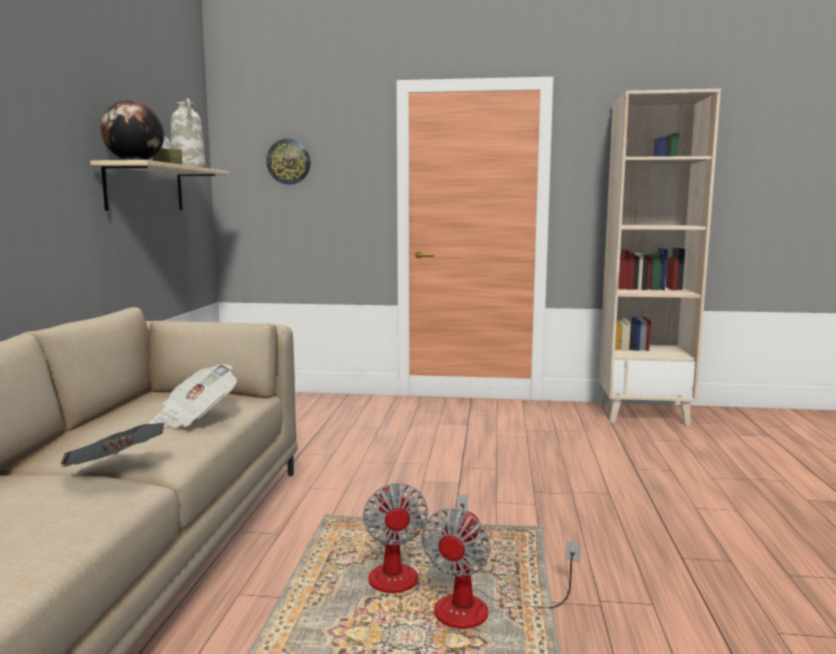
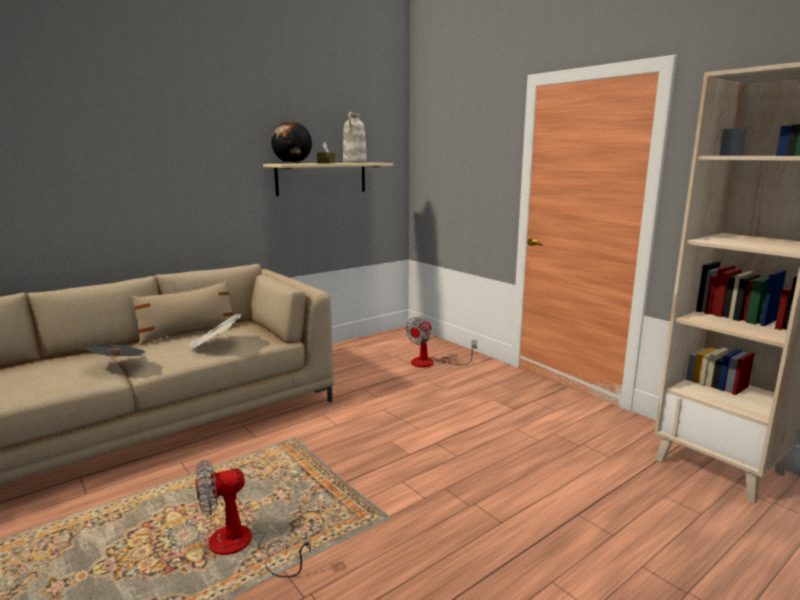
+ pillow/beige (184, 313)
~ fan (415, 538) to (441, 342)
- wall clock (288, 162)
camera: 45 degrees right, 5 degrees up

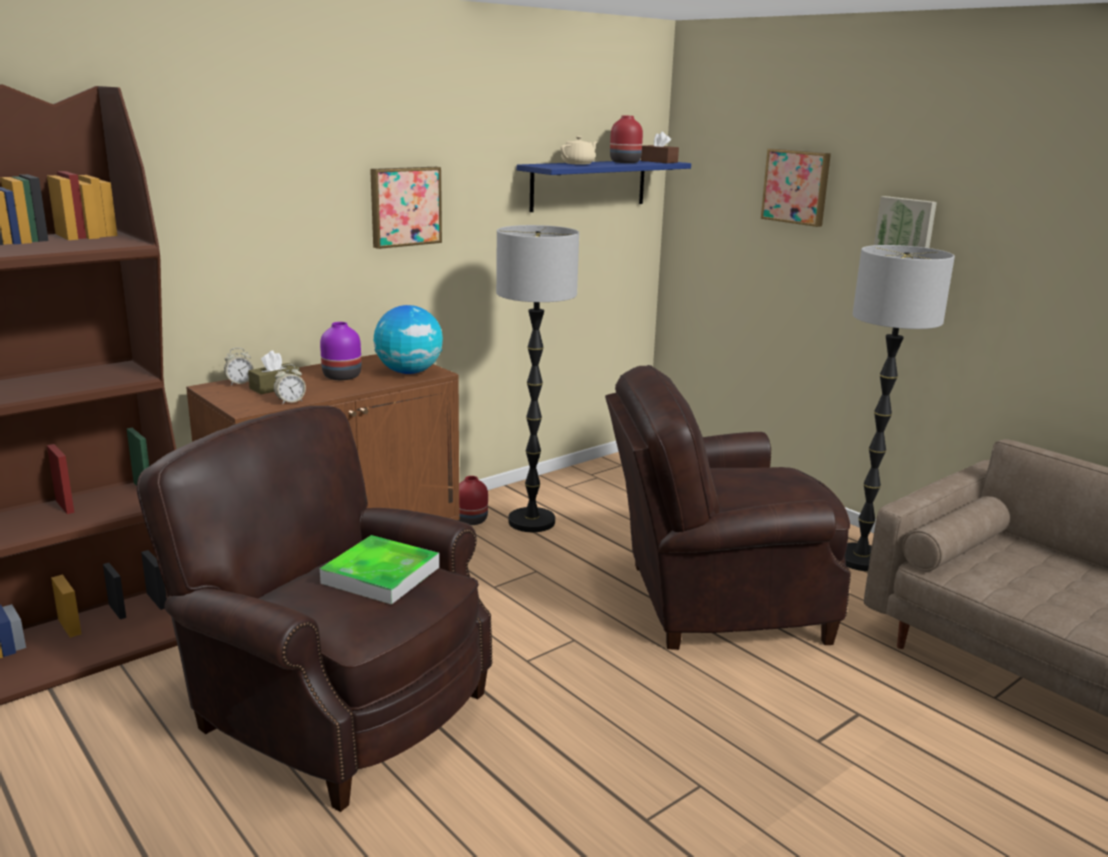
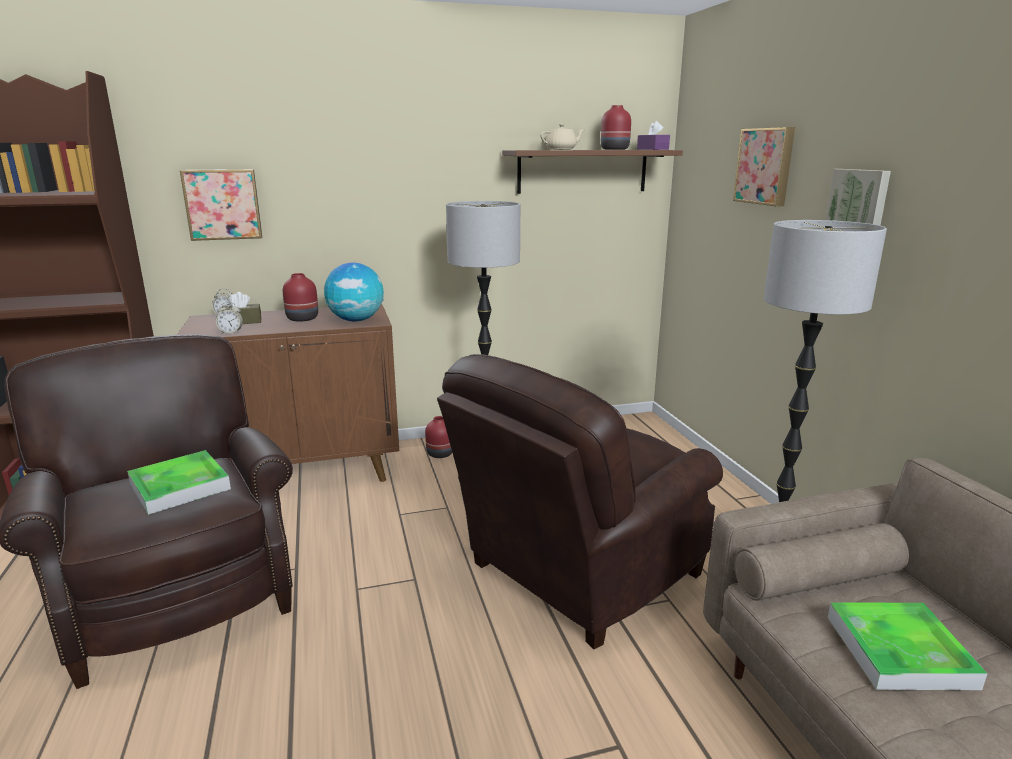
~ picture (406, 208) to (221, 205)
~ vase/purple (340, 351) to vase/red (300, 297)
~ armchair/brown (728, 507) = (580, 501) 60 degrees counterclockwise
~ shelf/blue (604, 186) to shelf/brown (592, 172)
~ tissue box/brown (660, 147) to tissue box/purple (653, 135)
+ tray (908, 646)
camera: 25 degrees right, 0 degrees up

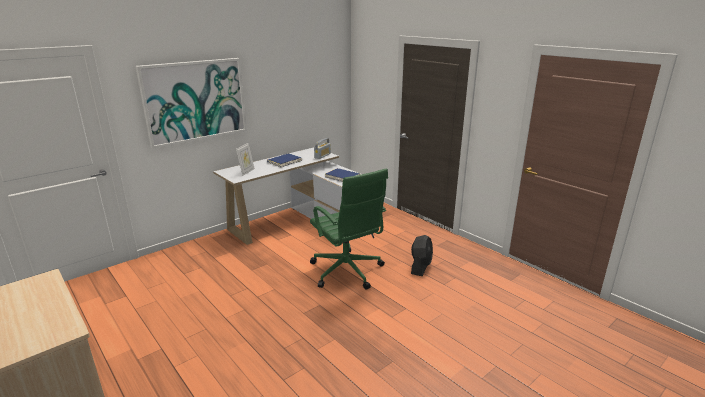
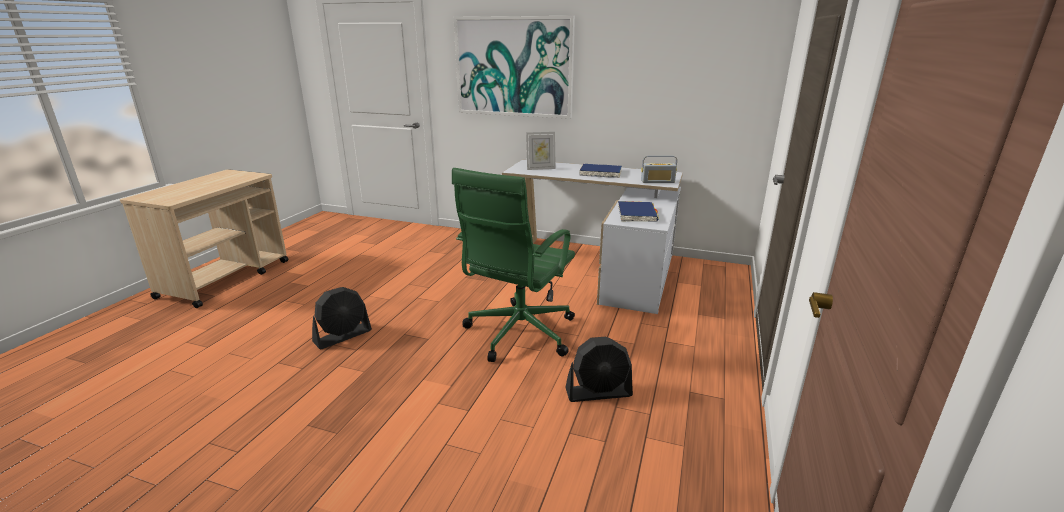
+ fan/black (342, 318)
camera: 60 degrees right, 0 degrees up

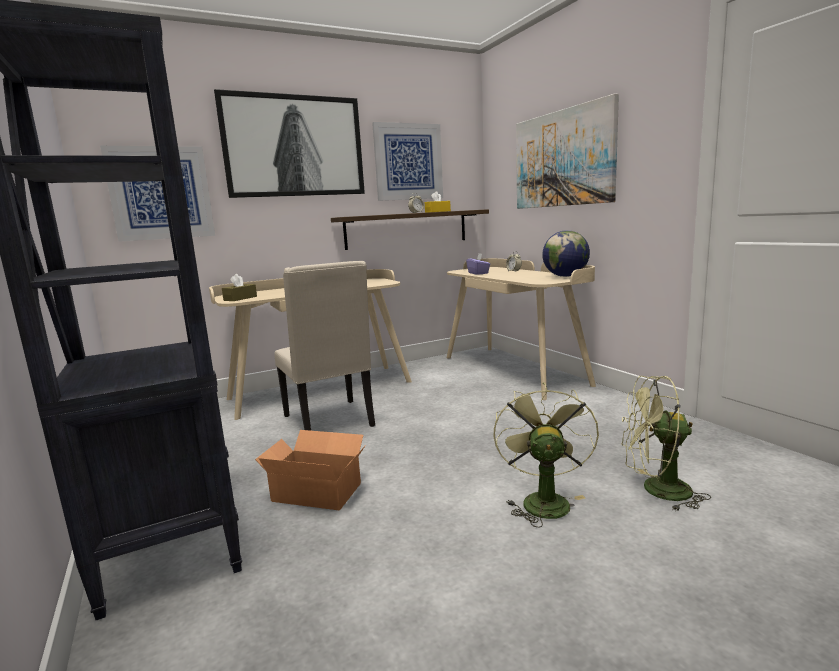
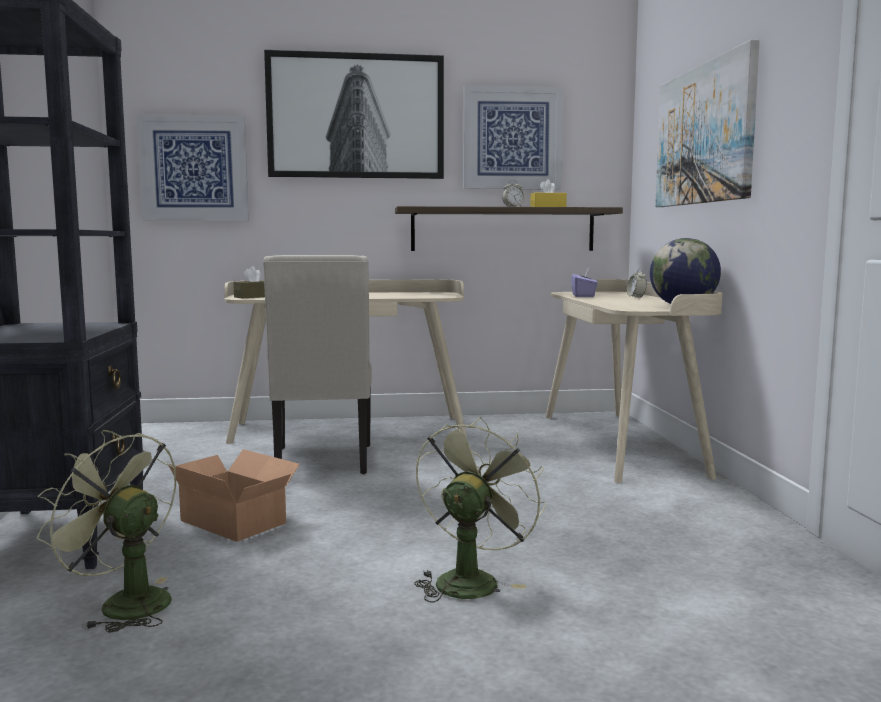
~ fan/green (666, 444) to (106, 531)
camera: 20 degrees right, 5 degrees down

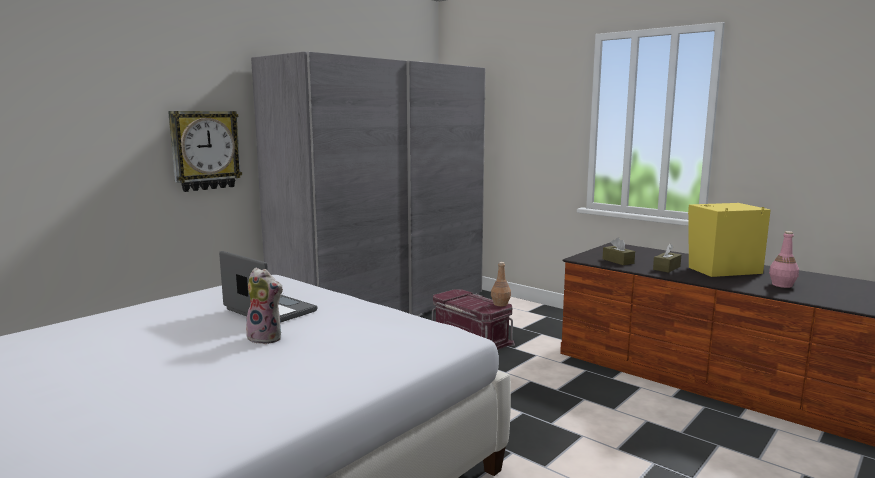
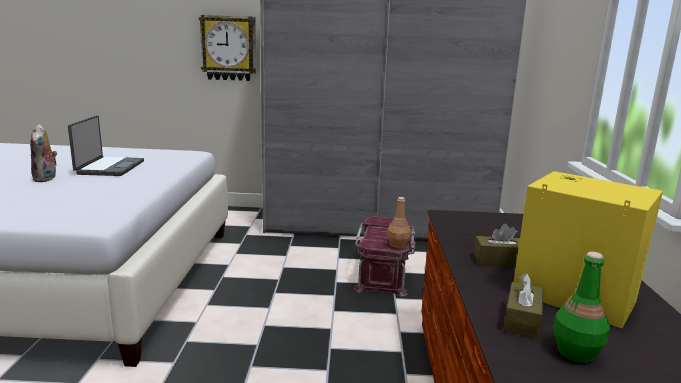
~ tissue box/brown (619, 251) to (524, 306)
~ bottle/pink (784, 259) to bottle/green (581, 307)
camera: 50 degrees right, 5 degrees up

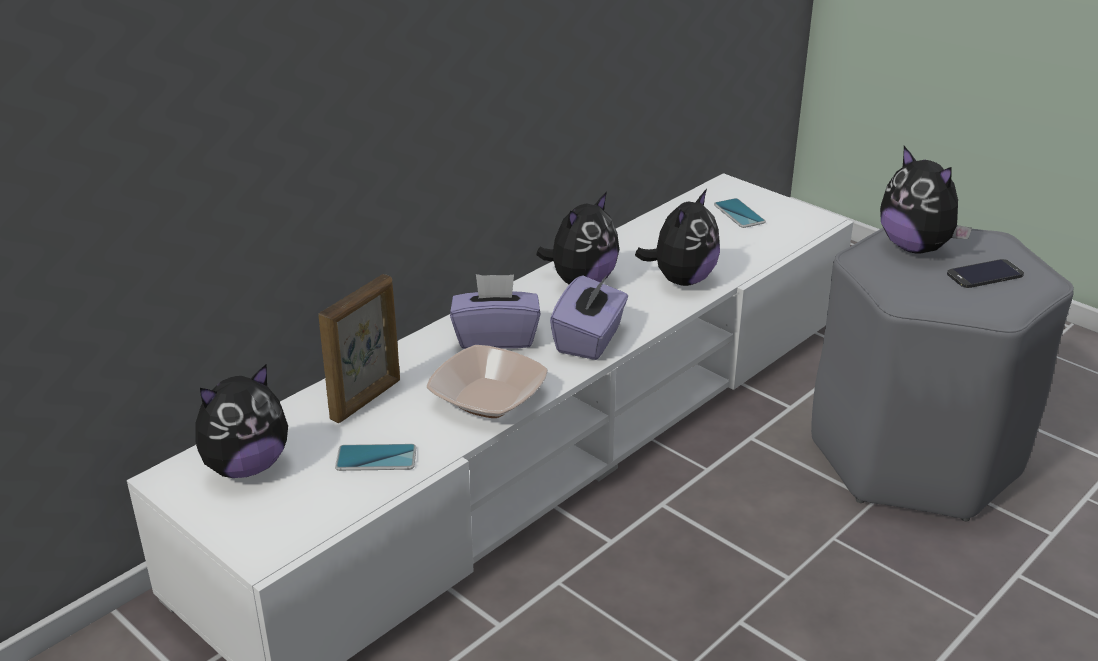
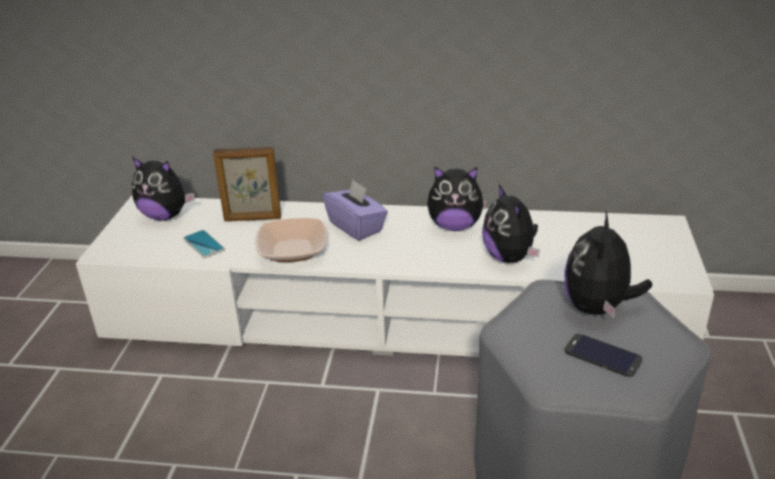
~ plush toy (677, 237) = (511, 223) 75 degrees clockwise
- tissue box/purple (589, 317)
- phone (740, 213)
camera: 55 degrees right, 0 degrees up

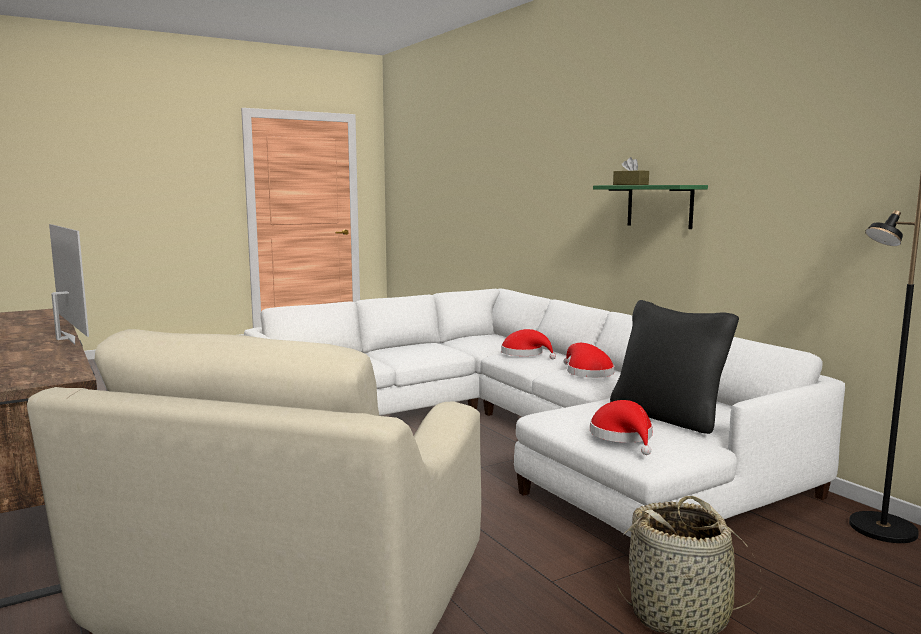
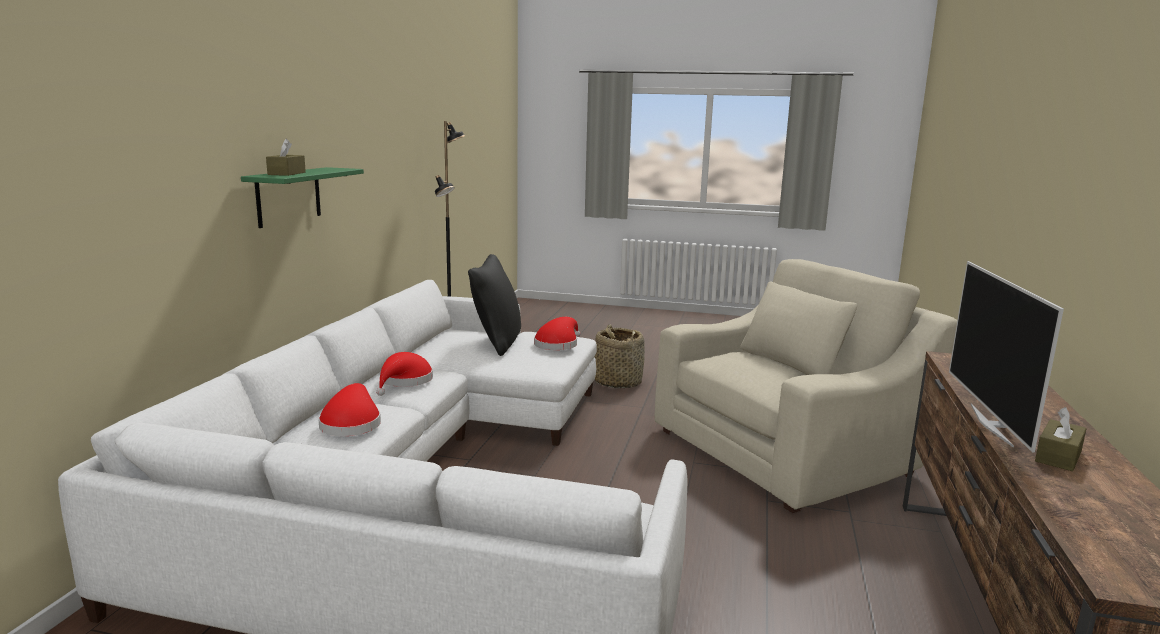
+ tissue box/brown (1061, 439)
camera: 135 degrees left, 5 degrees up

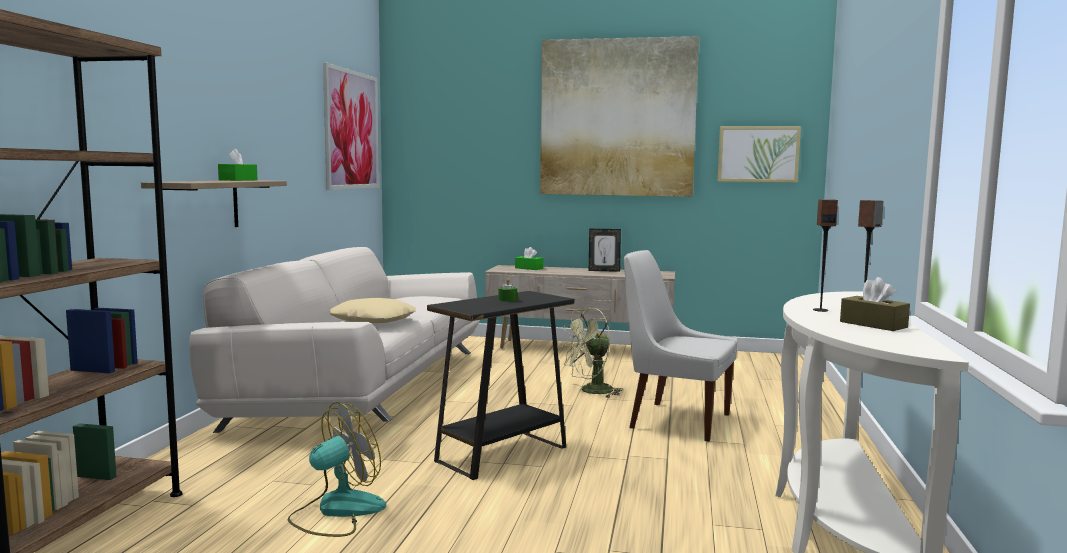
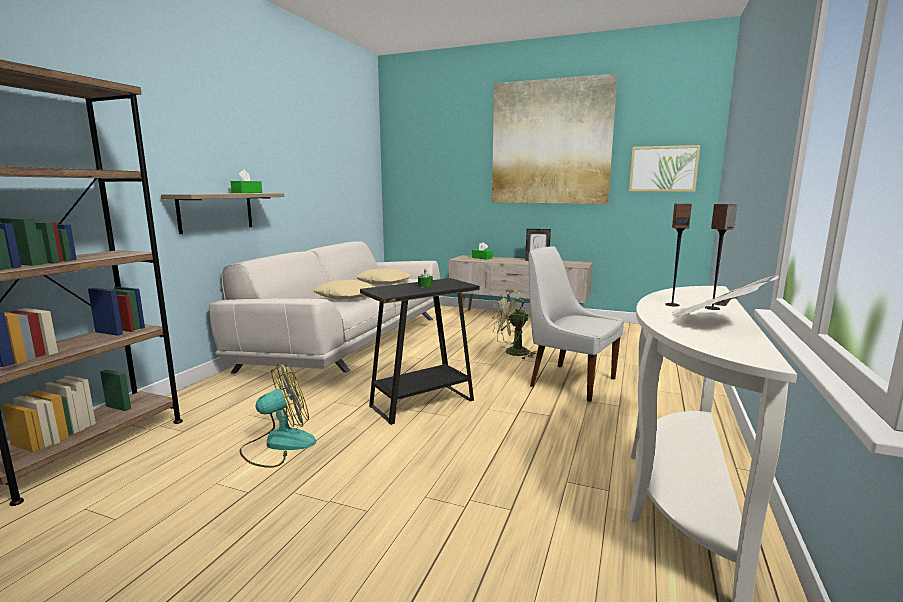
+ pillow/beige (384, 276)
~ tissue box/brown (875, 304) to newspaper (725, 296)
- picture (351, 126)
camera: 10 degrees right, 5 degrees up

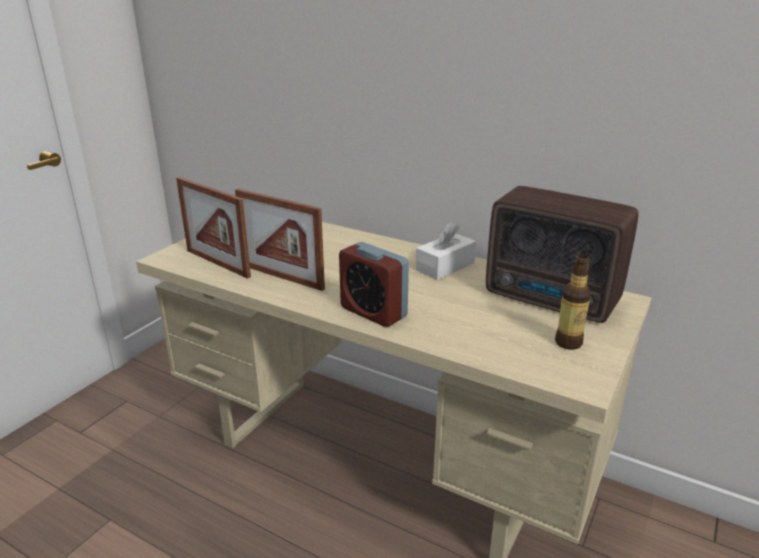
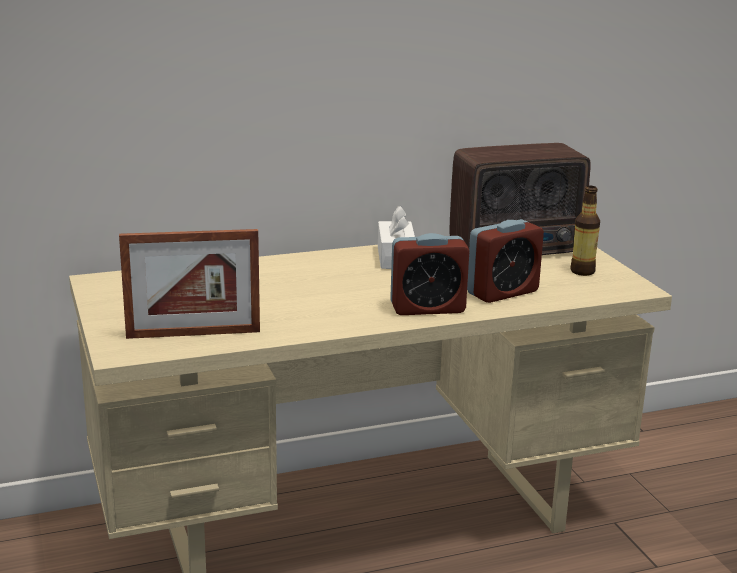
+ alarm clock (505, 261)
- picture frame (280, 240)
camera: 50 degrees left, 5 degrees down

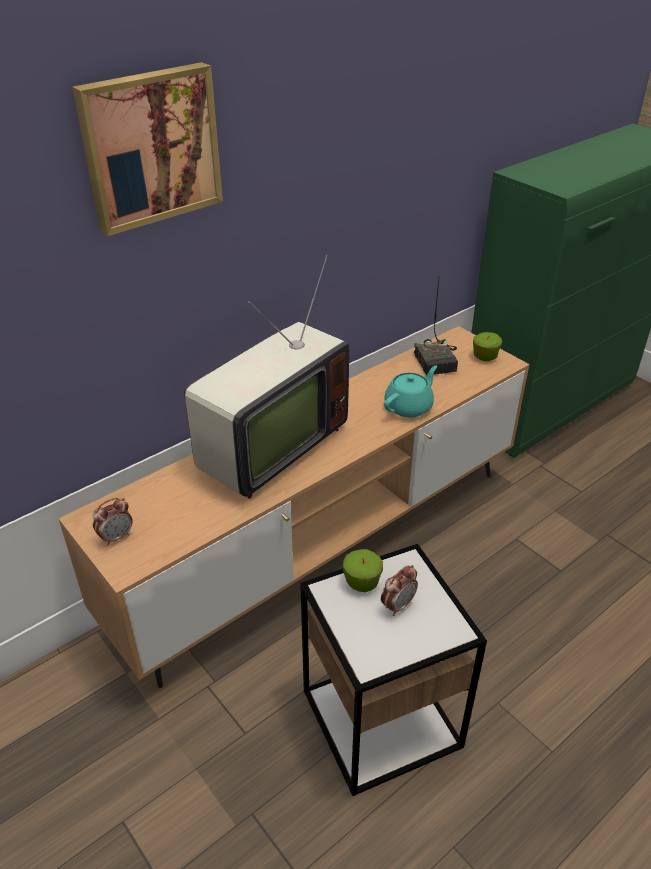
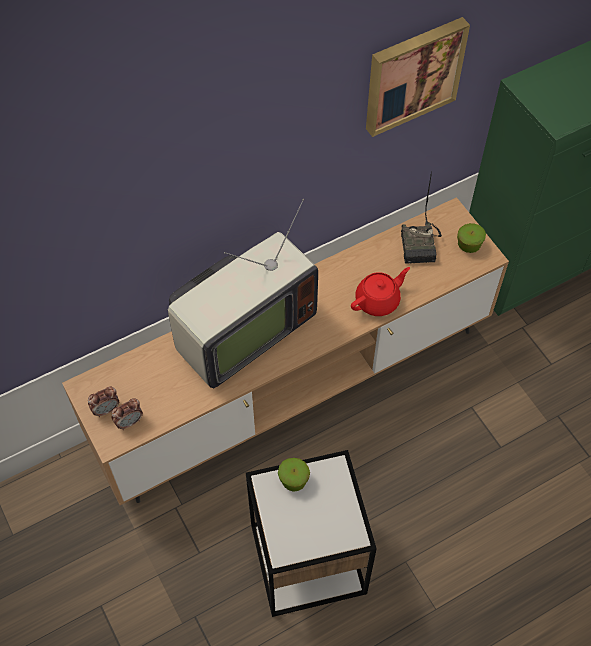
~ alarm clock (399, 590) to (127, 414)
~ teapot/turquoise (411, 391) to teapot/red (380, 291)
~ picture (147, 149) to (418, 77)
camera: 10 degrees right, 20 degrees up

